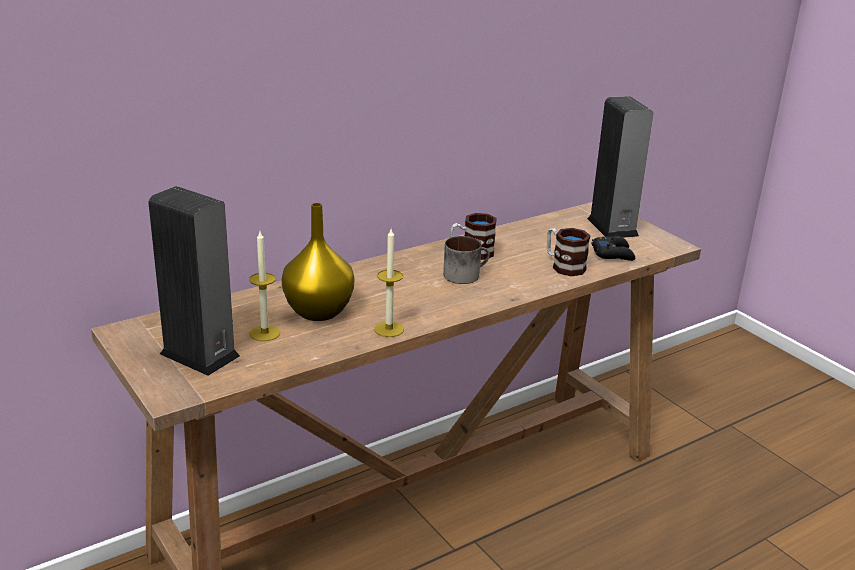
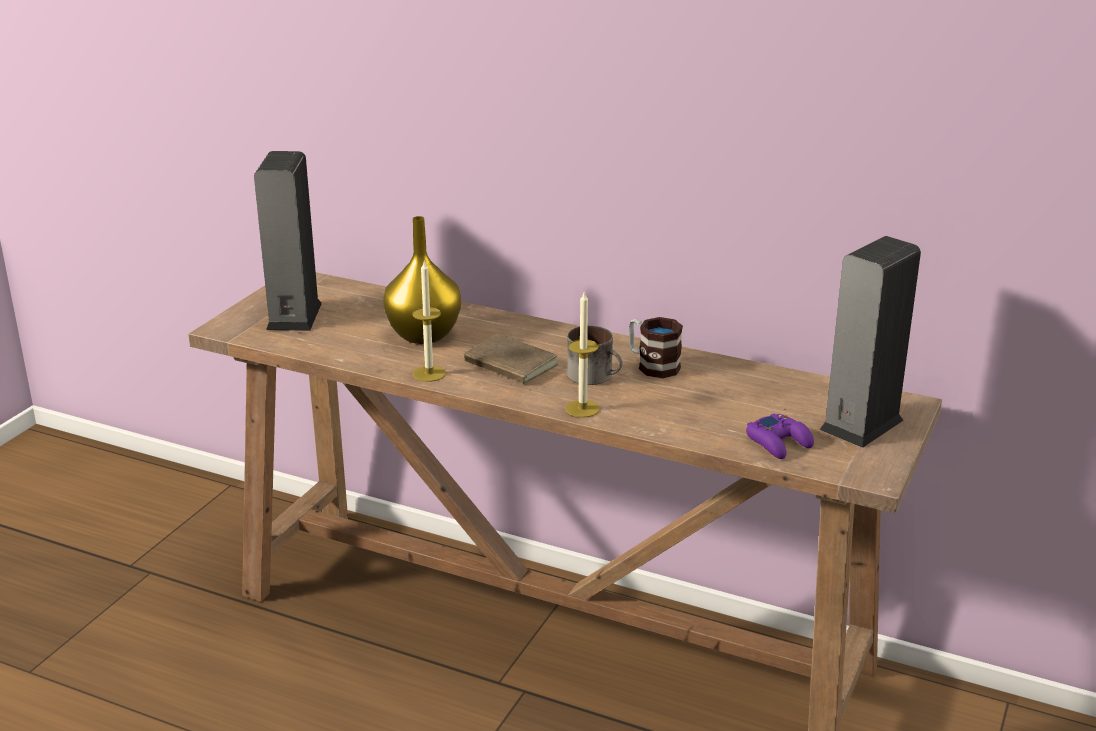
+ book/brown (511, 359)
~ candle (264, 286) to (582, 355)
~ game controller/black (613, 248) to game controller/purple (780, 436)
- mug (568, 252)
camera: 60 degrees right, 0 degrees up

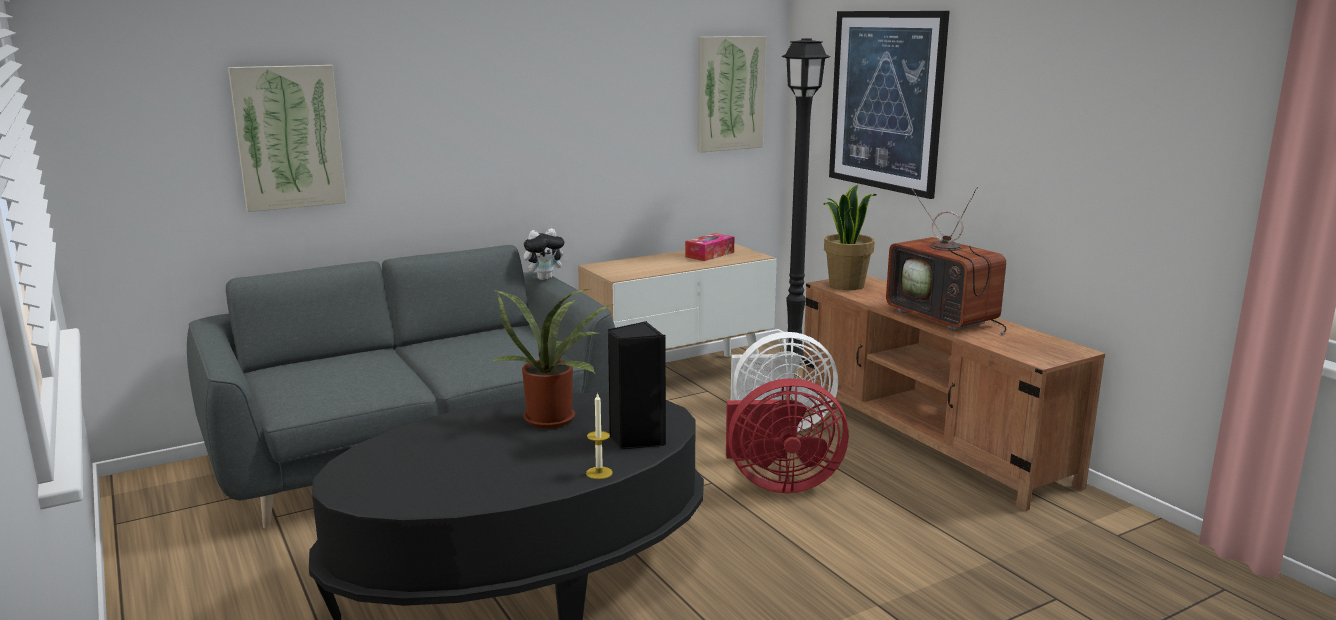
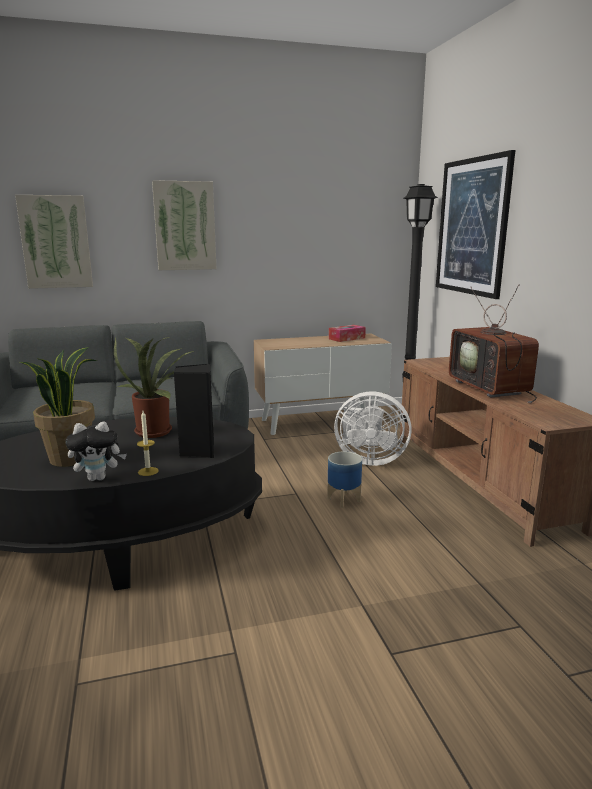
~ potted plant (849, 237) to (58, 407)
~ plush toy (546, 254) to (96, 451)
~ picture (731, 94) to (184, 225)
~ fan/red (787, 435) to planter (344, 479)
camera: 15 degrees right, 0 degrees up

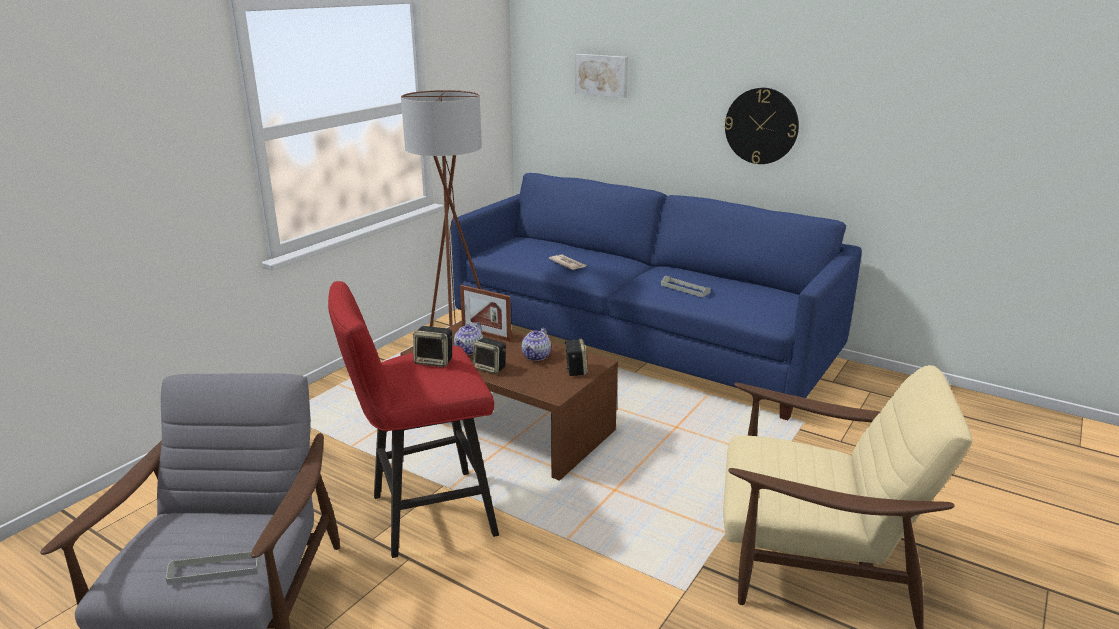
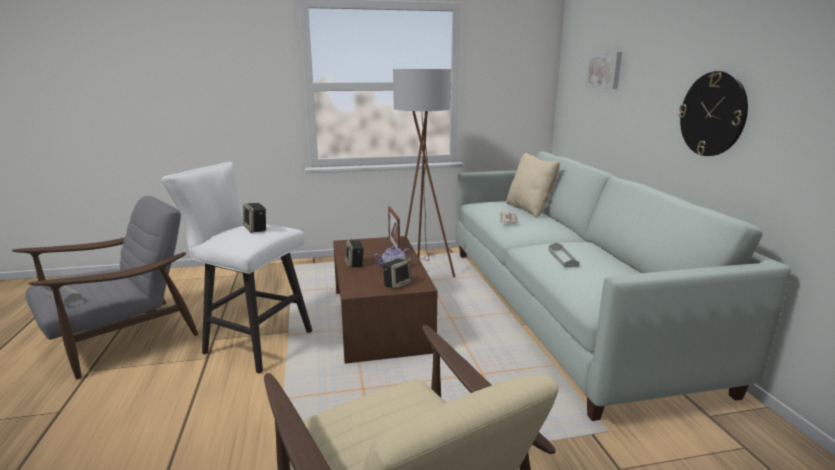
~ stool/red (413, 419) to stool/white (237, 268)
~ sofa/blue (656, 296) to sofa/white (623, 286)
+ pillow/beige (533, 185)
- teapot (468, 338)
camera: 45 degrees right, 5 degrees down

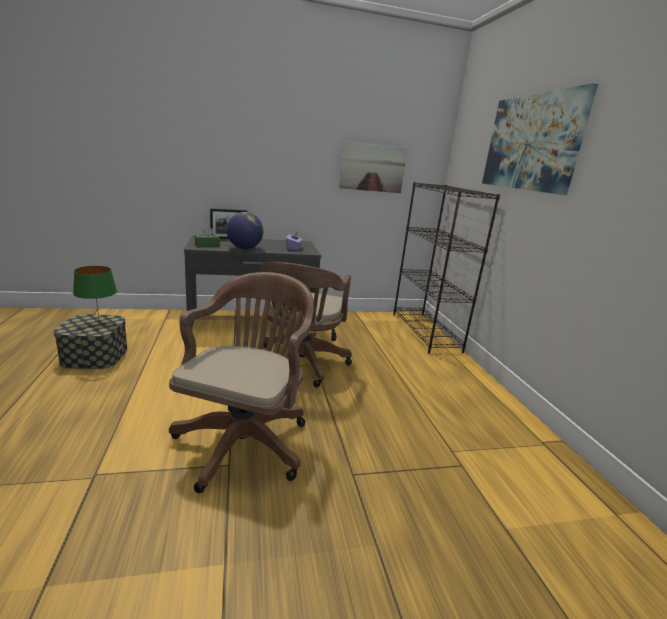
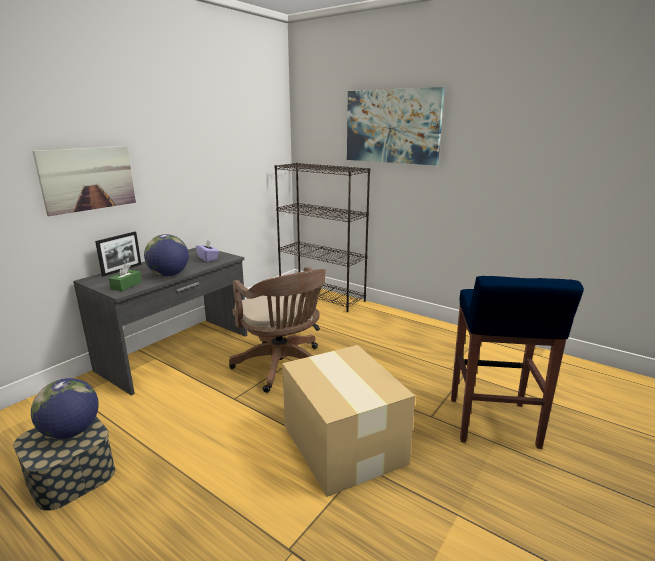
~ table lamp/green (95, 295) to globe (65, 408)
~ picture (373, 167) to (84, 181)
~ office chair/brown (241, 382) to cardboard box (348, 421)
+ stool/blue (517, 362)
camera: 40 degrees left, 0 degrees up

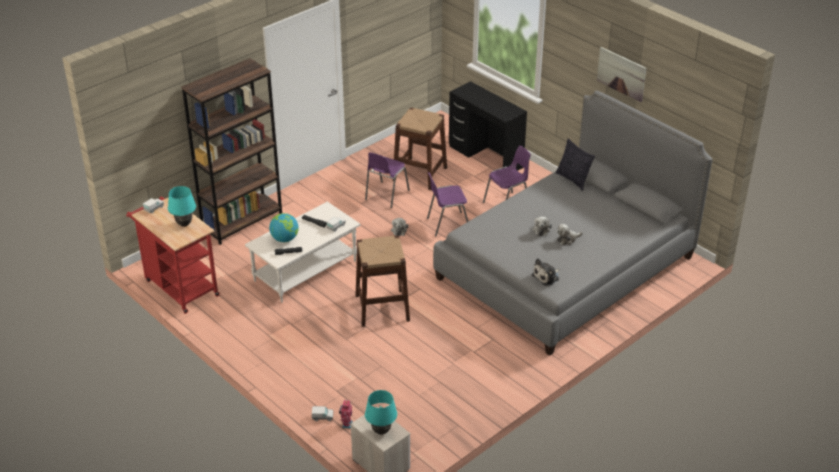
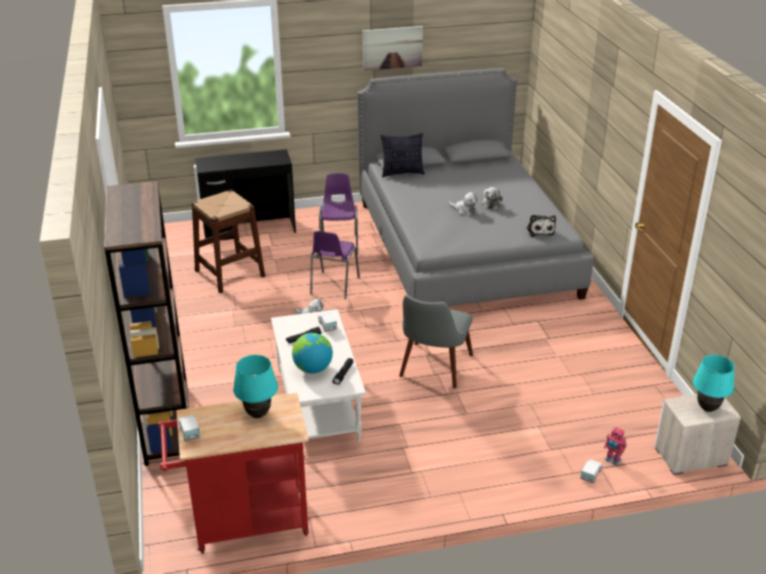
~ stool/brown (382, 281) to chair/grey (436, 341)
- chair/purple (387, 180)
camera: 60 degrees left, 5 degrees down

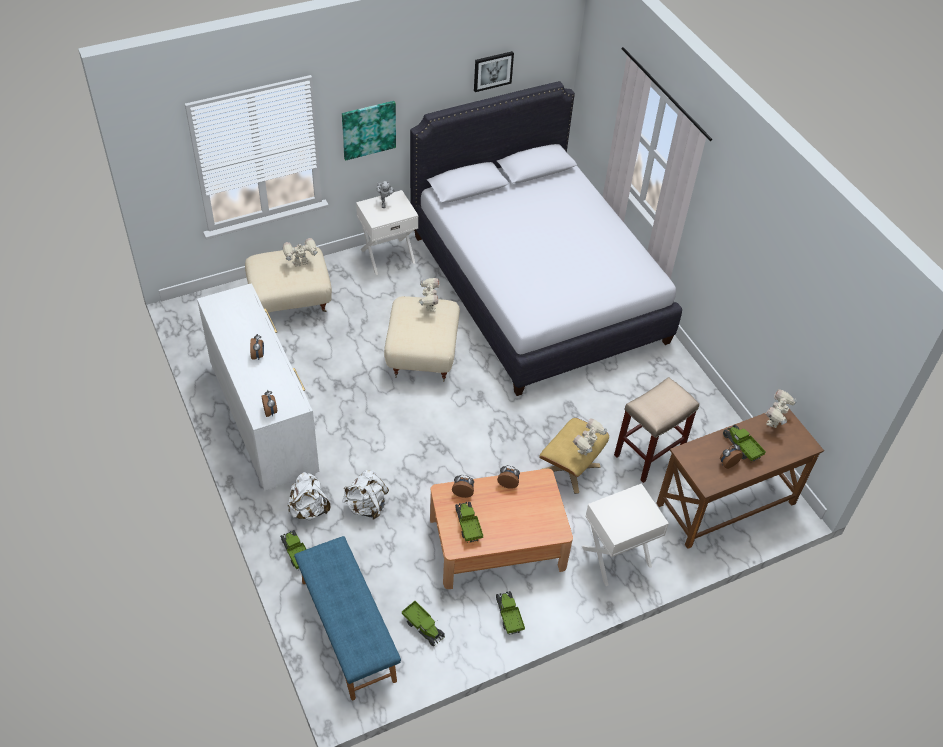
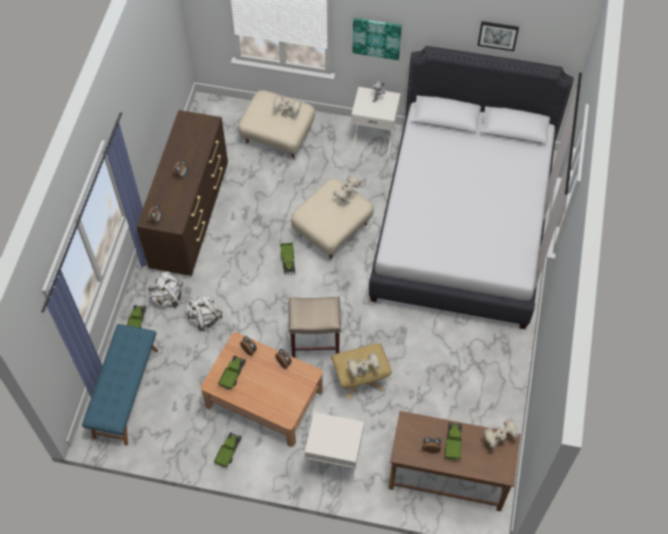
~ dresser/white (258, 387) to dresser/brown (182, 193)
~ toy truck (423, 623) to (287, 259)
~ stool/beige (656, 430) to (315, 327)
camera: 40 degrees right, 10 degrees up

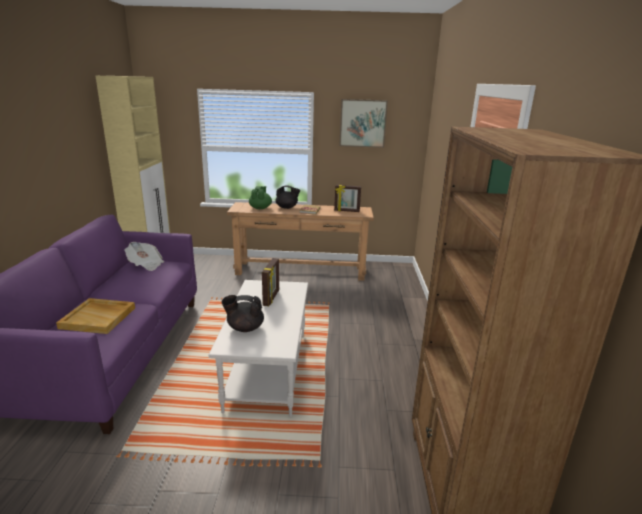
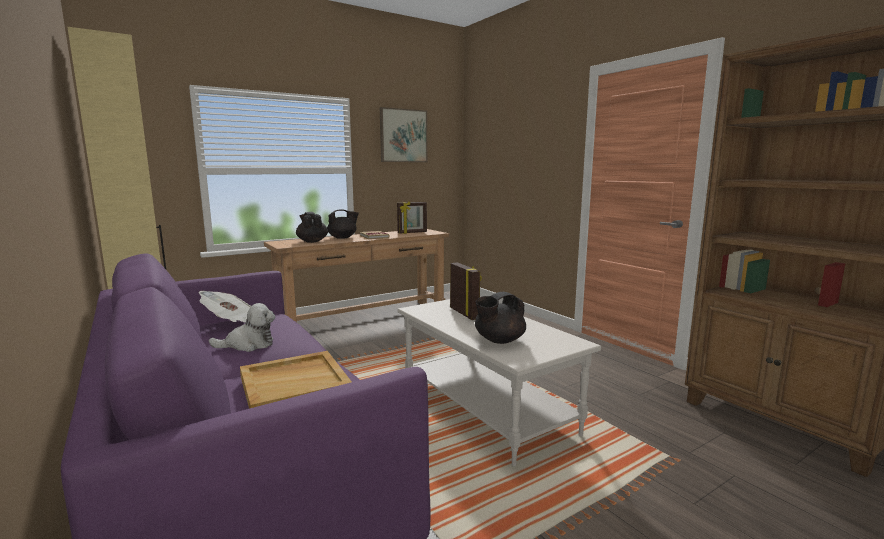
+ plush toy (242, 327)
~ teapot/green (260, 197) to teapot/black (312, 227)
camera: 35 degrees left, 10 degrees down

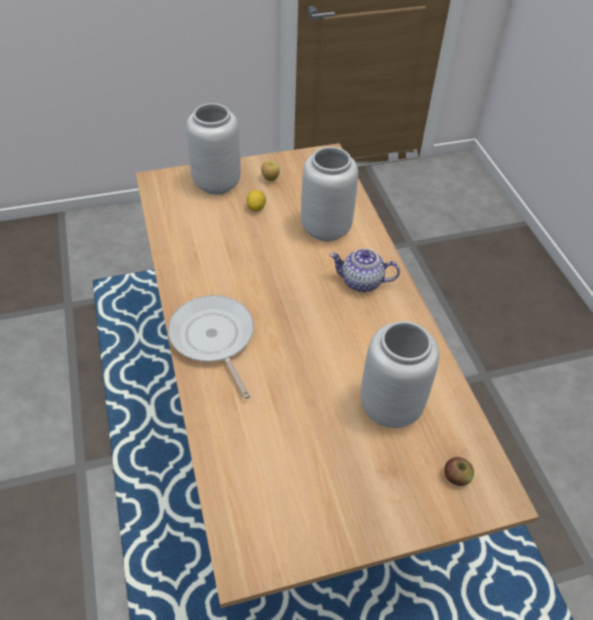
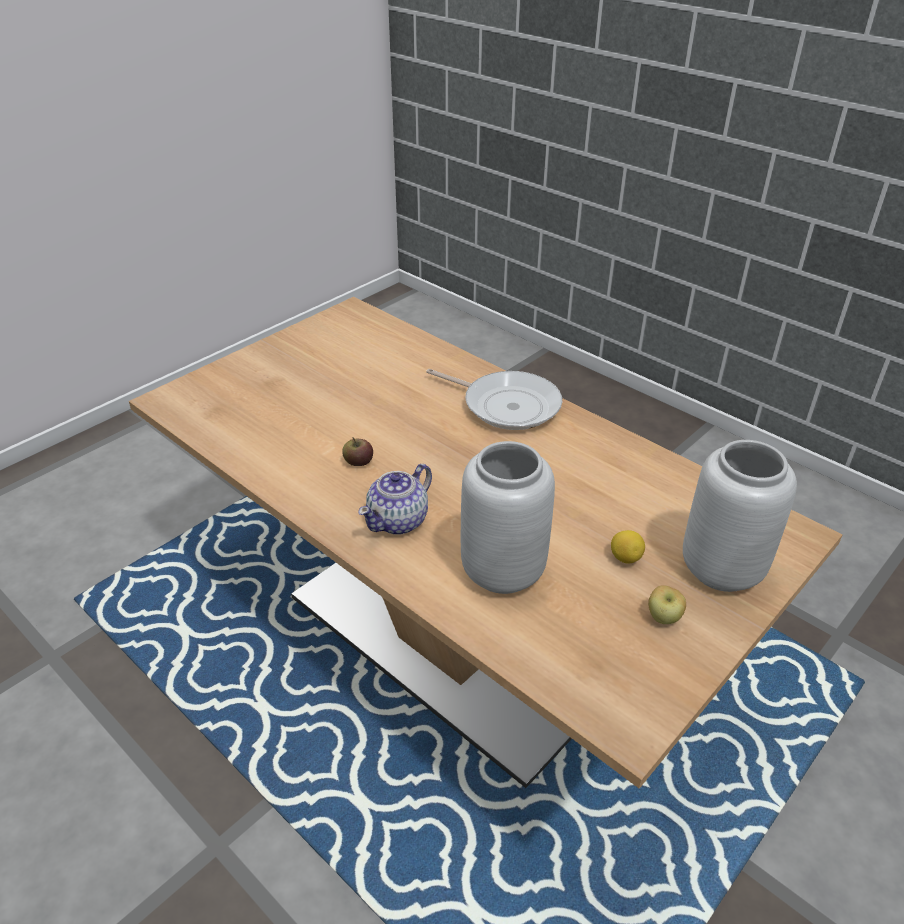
~ apple (459, 471) to (357, 451)
~ teapot (364, 270) = (395, 499) 150 degrees clockwise
- vase/grey (399, 374)
camera: 150 degrees right, 10 degrees down

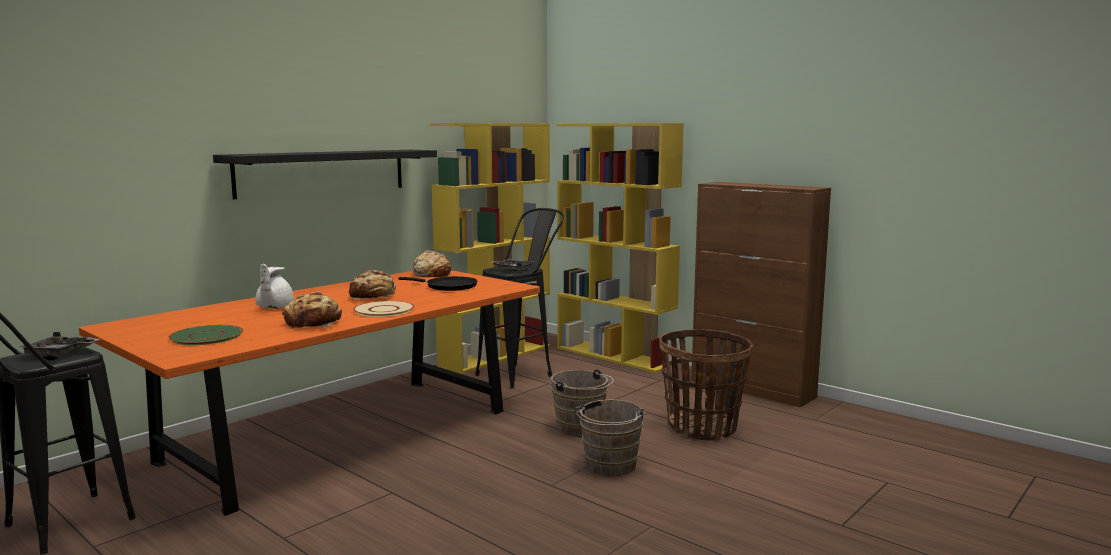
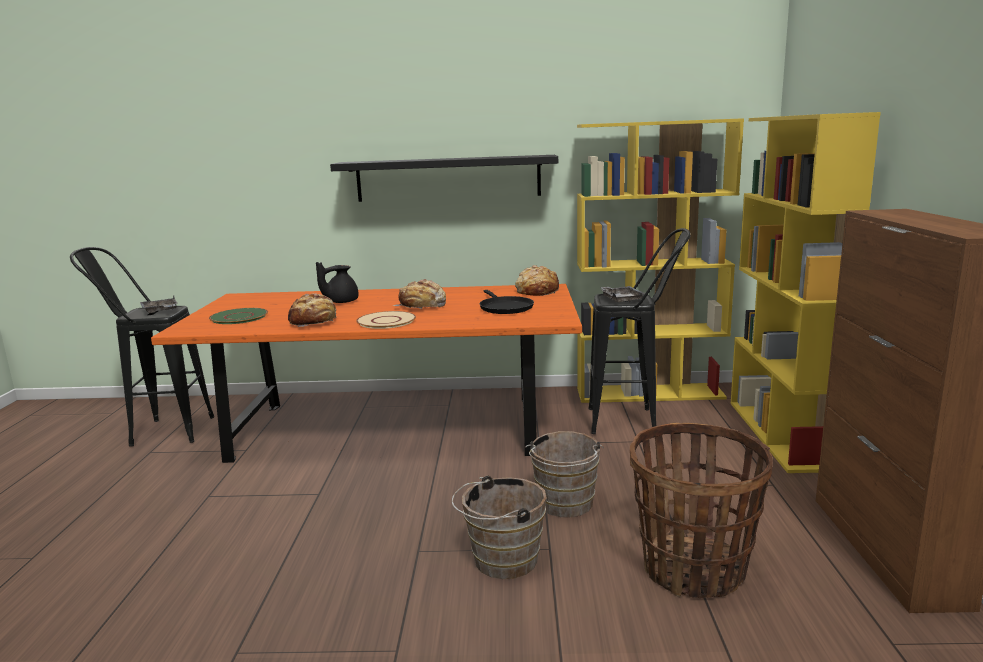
~ teapot/white (274, 286) to teapot/black (337, 282)
camera: 50 degrees right, 5 degrees up

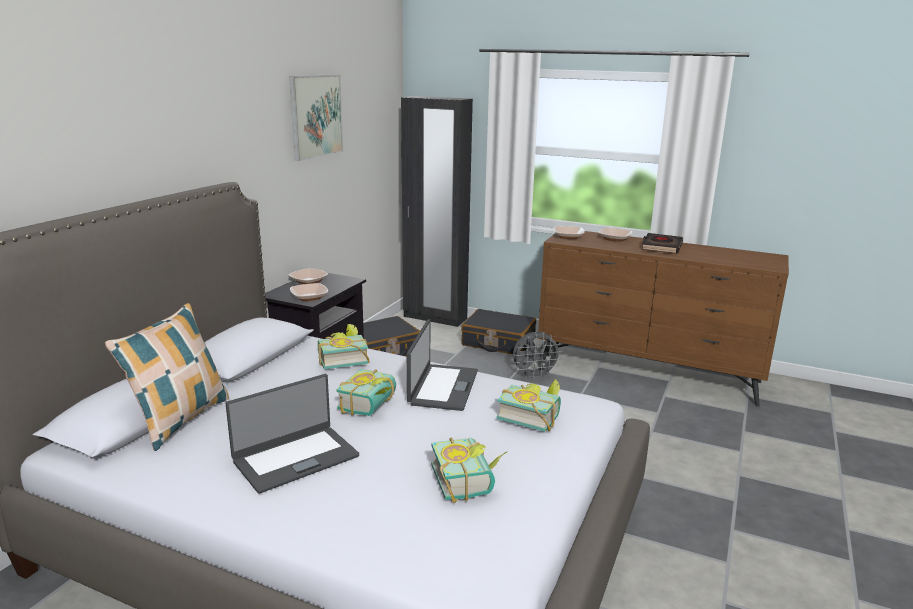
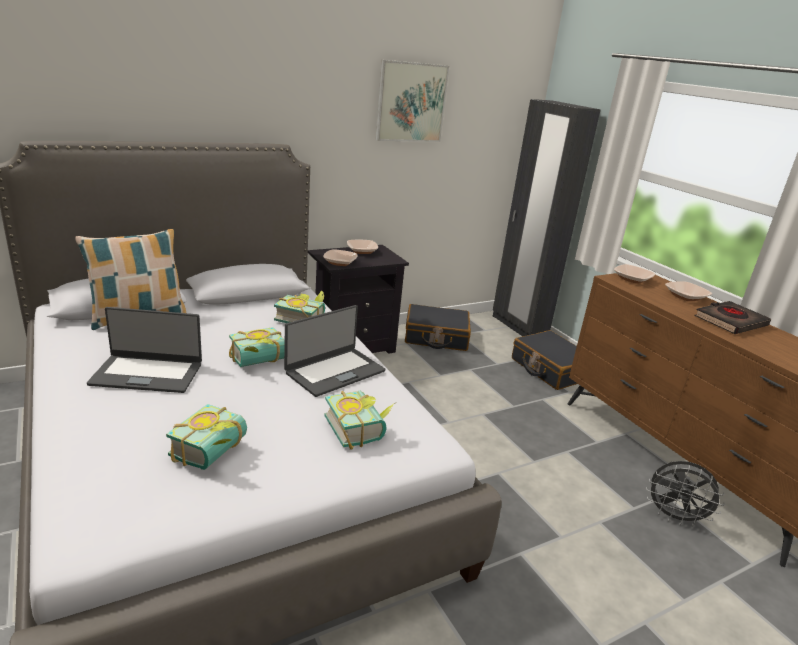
~ fan/grey (537, 355) to (685, 493)
camera: 35 degrees right, 5 degrees up

